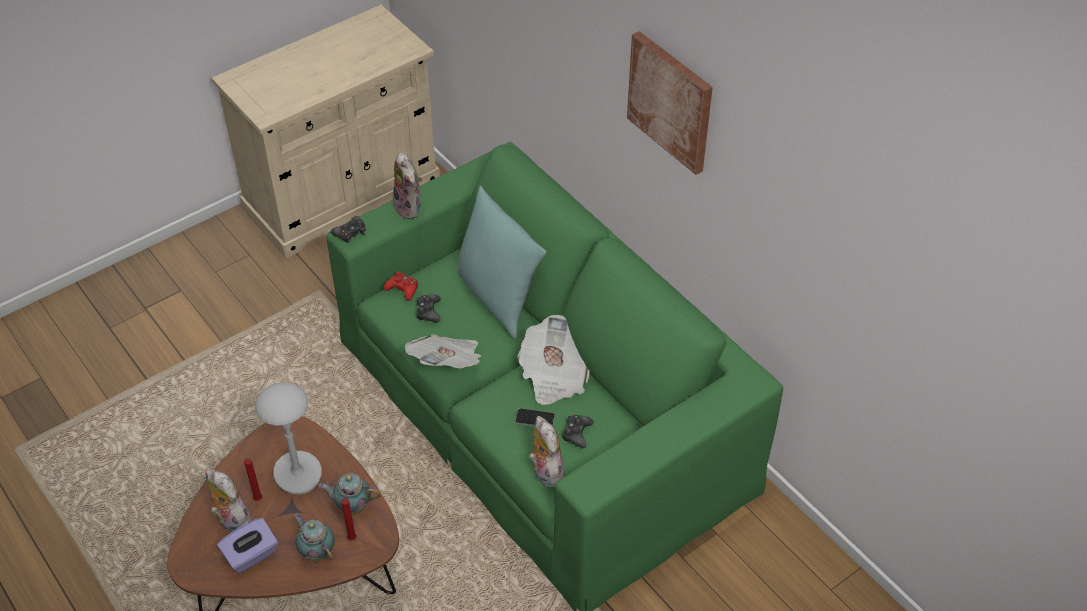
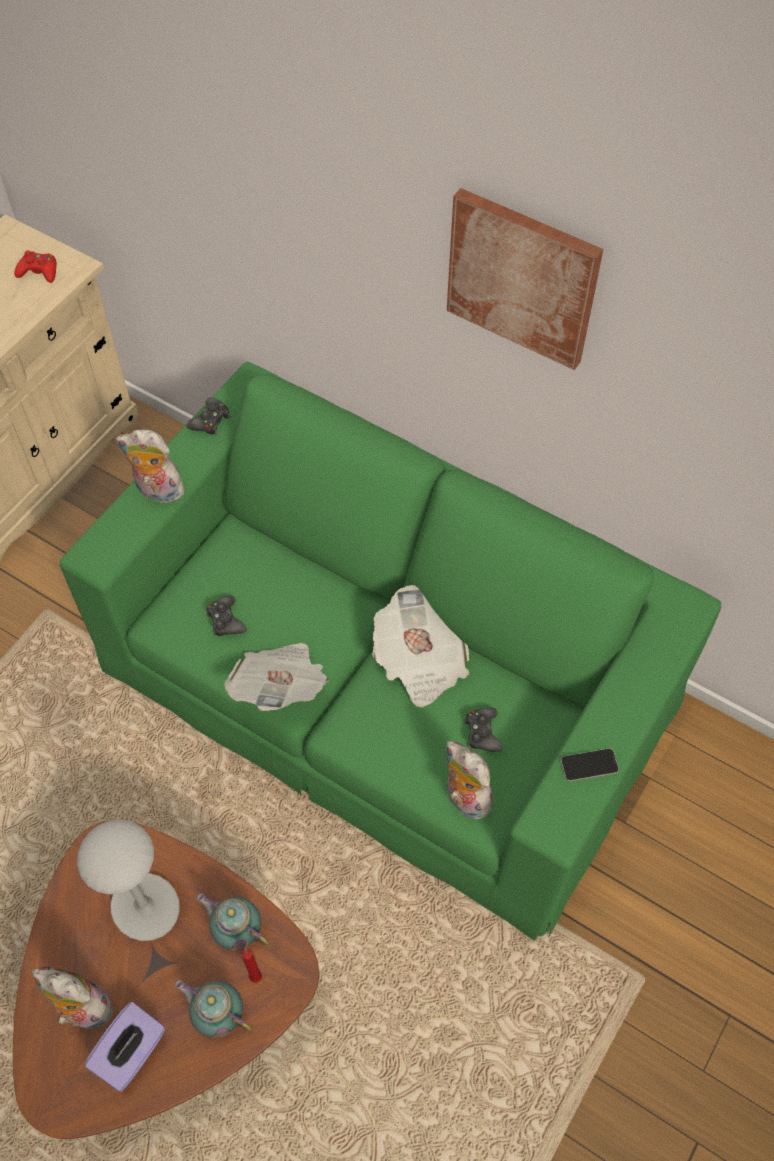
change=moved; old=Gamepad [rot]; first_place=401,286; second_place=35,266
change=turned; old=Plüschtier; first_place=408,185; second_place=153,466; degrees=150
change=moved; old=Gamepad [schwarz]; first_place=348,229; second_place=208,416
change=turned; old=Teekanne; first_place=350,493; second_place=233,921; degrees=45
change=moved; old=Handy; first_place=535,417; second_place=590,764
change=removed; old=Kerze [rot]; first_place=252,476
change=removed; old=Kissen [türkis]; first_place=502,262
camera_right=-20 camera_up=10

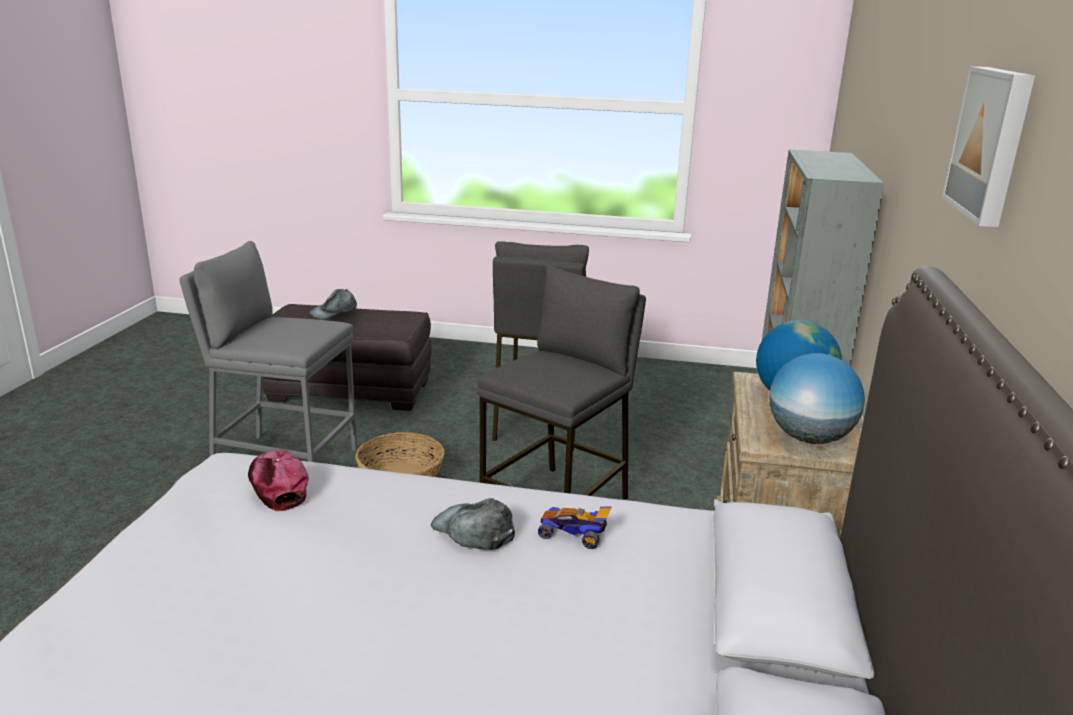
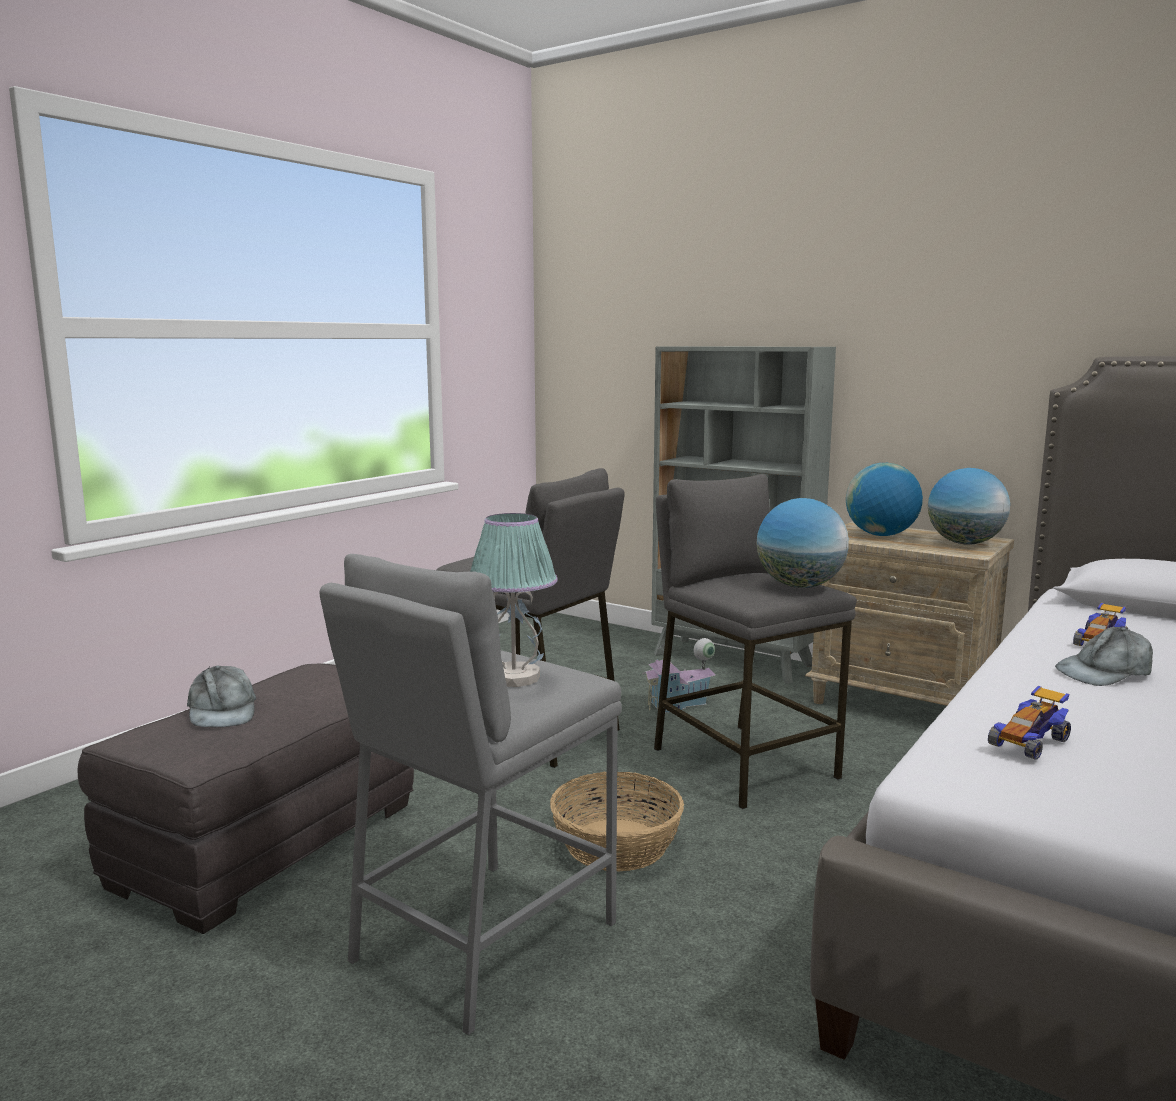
change=added; new=Tischlampe; second_place=514,600
change=added; new=Spielzeughaus; second_place=678,675
change=added; new=Globus; second_place=802,543
change=replaced; old=Kappe; new=Spielzeugauto; first_place=278,480; second_place=1029,723
change=removed; old=Bild; first_place=988,146
camera_right=-65 camera_up=-10

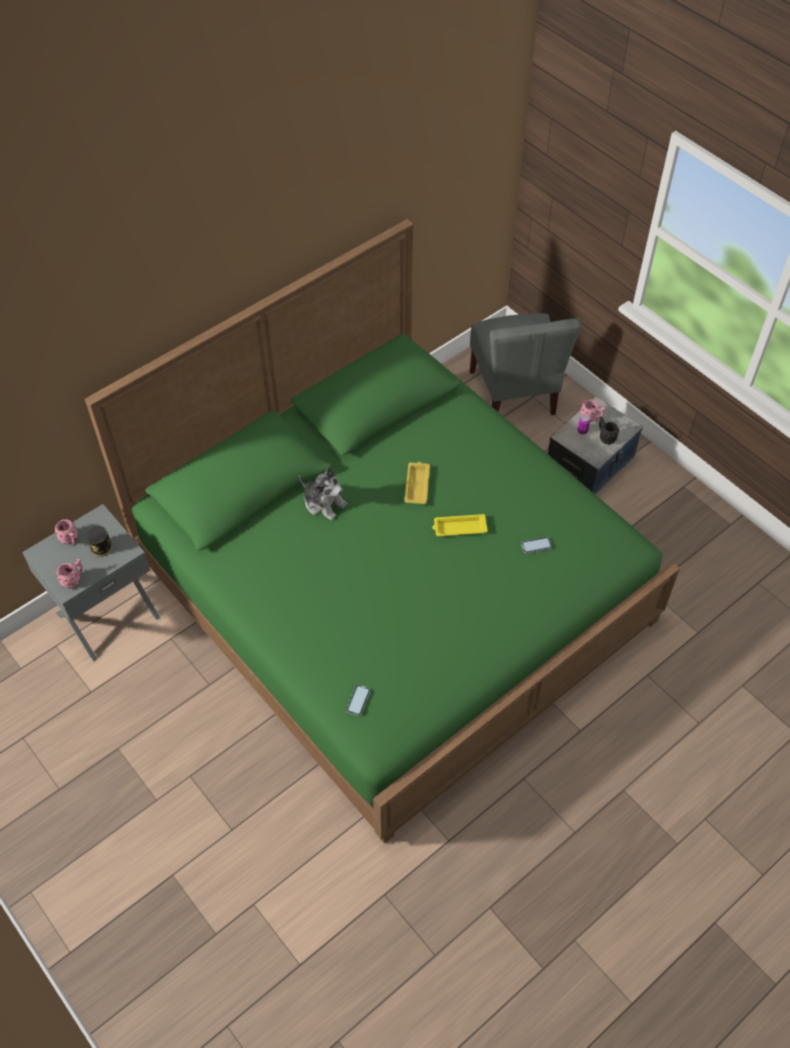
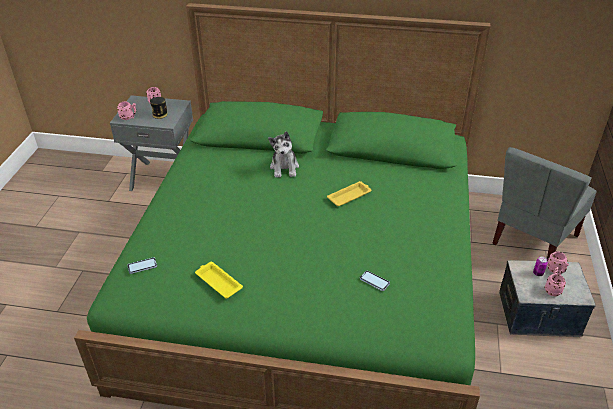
change=moved; old=Tablett [gelb]; first_place=460,525; second_place=219,280
change=recoloured; old=Henkelbecher [schwarz]; new=Henkelbecher [rosa]; first_place=609,430; second_place=555,281
camera_right=50 camera_up=-15

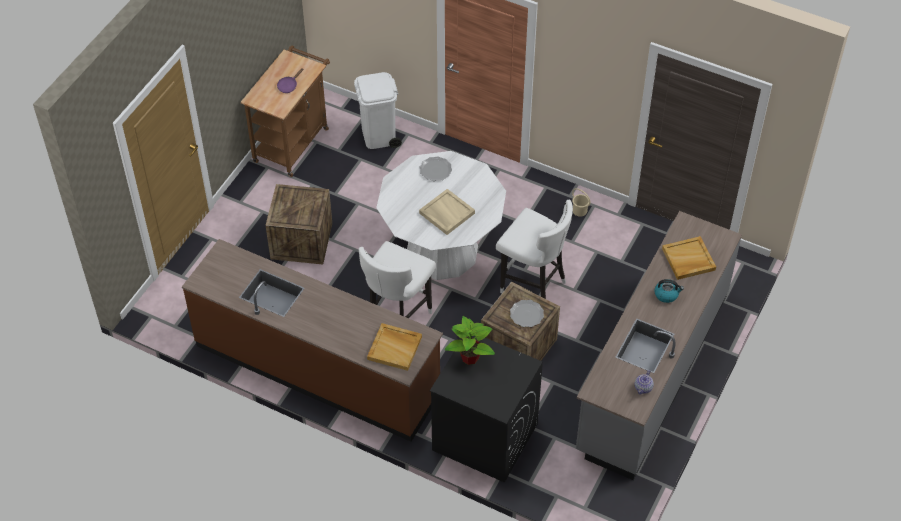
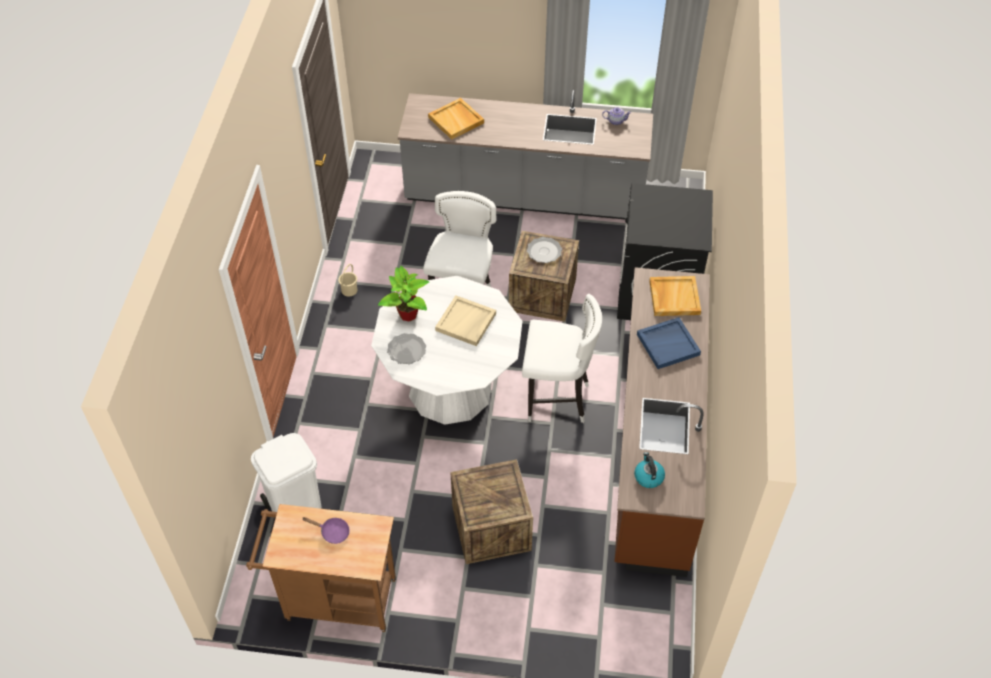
change=moved; old=Topfpflanze; first_place=470,340; second_place=403,294
change=moved; old=Wasserkessel; first_place=669,291; second_place=649,470
change=added; new=Tablett [blau]; second_place=669,343
camera_right=-110 camera_up=0

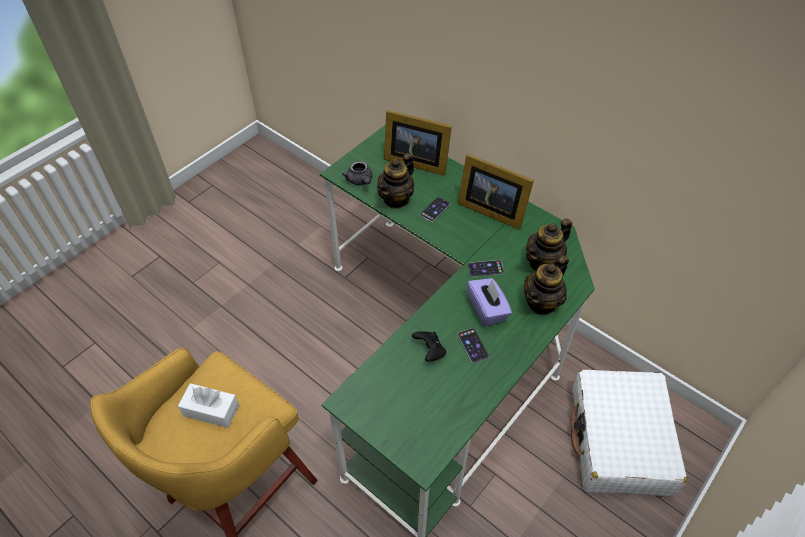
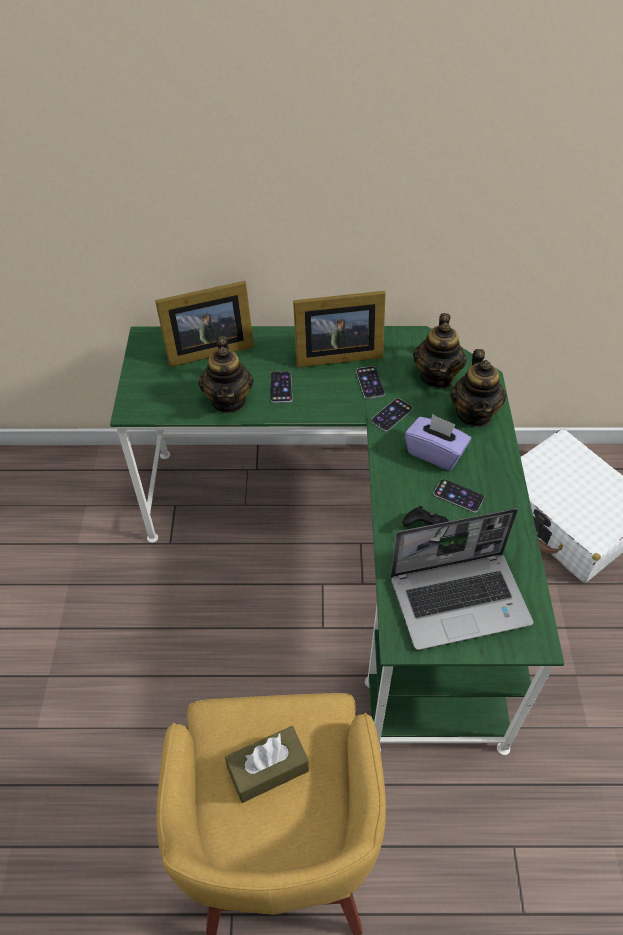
change=recoloured; old=Taschentuchbox [weiß]; new=Taschentuchbox [braun]; first_place=208,405; second_place=267,764
change=added; new=Handy; second_place=370,382
change=added; new=Laptop; second_place=461,579
change=removed; old=Teekanne [grau]; first_place=357,173
camera_right=-40 camera_up=0

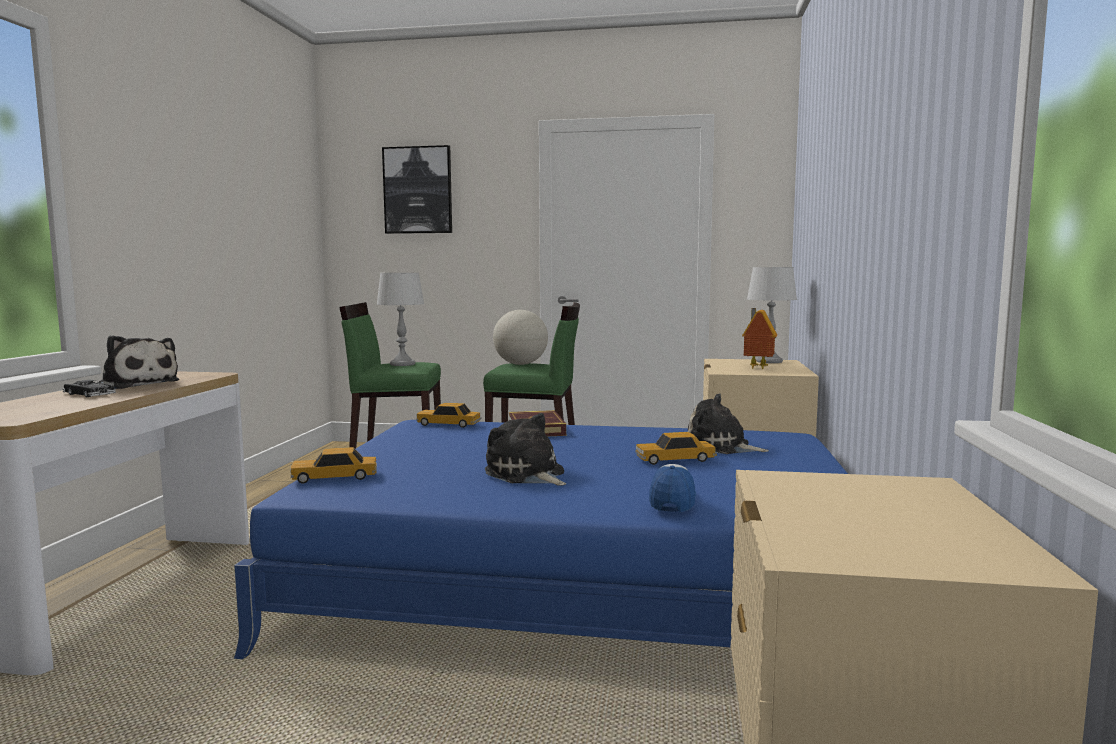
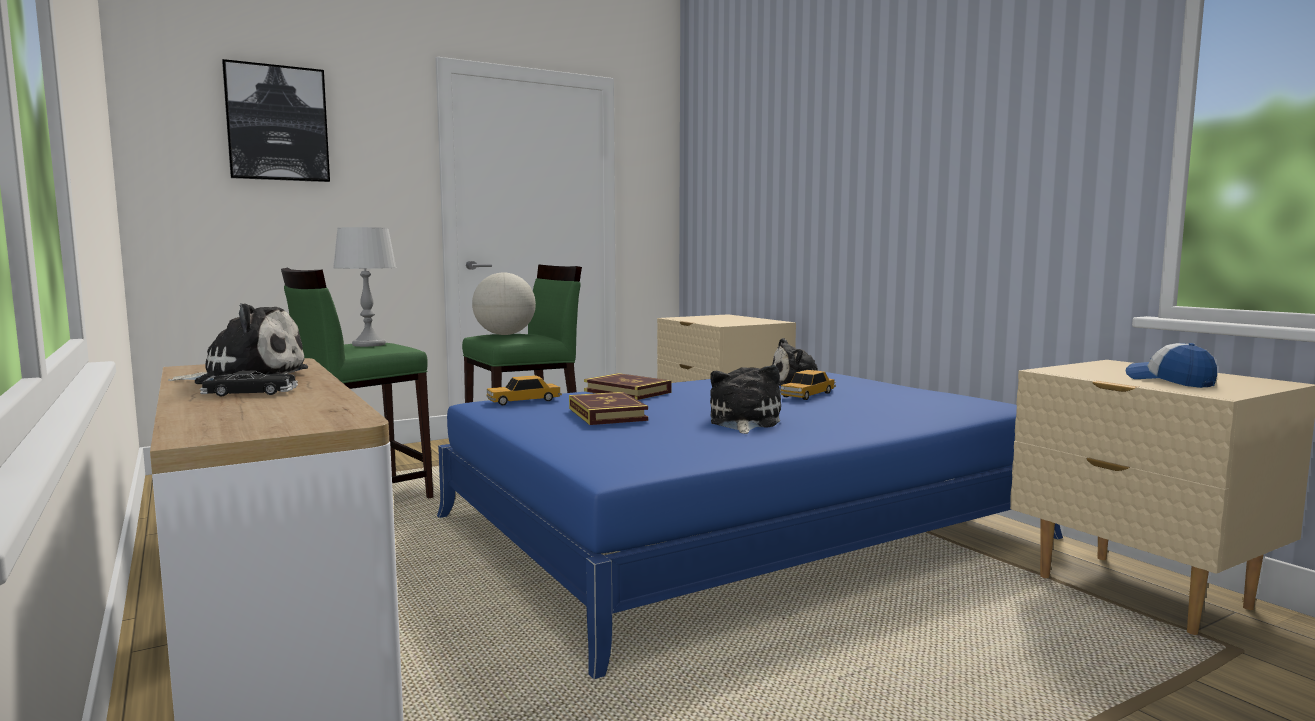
change=added; new=Buch; second_place=608,408
change=turned; old=Plüschtier; first_place=525,449; second_place=745,399; degrees=90
change=moved; old=Kappe; first_place=673,488; second_place=1171,365
change=removed; old=Spielzeugauto; first_place=333,465
change=removed; old=Spielzeughaus; first_place=759,339
change=removed; old=Tischlampe [grau]; first_place=772,315
camera_right=-40 camera_up=0

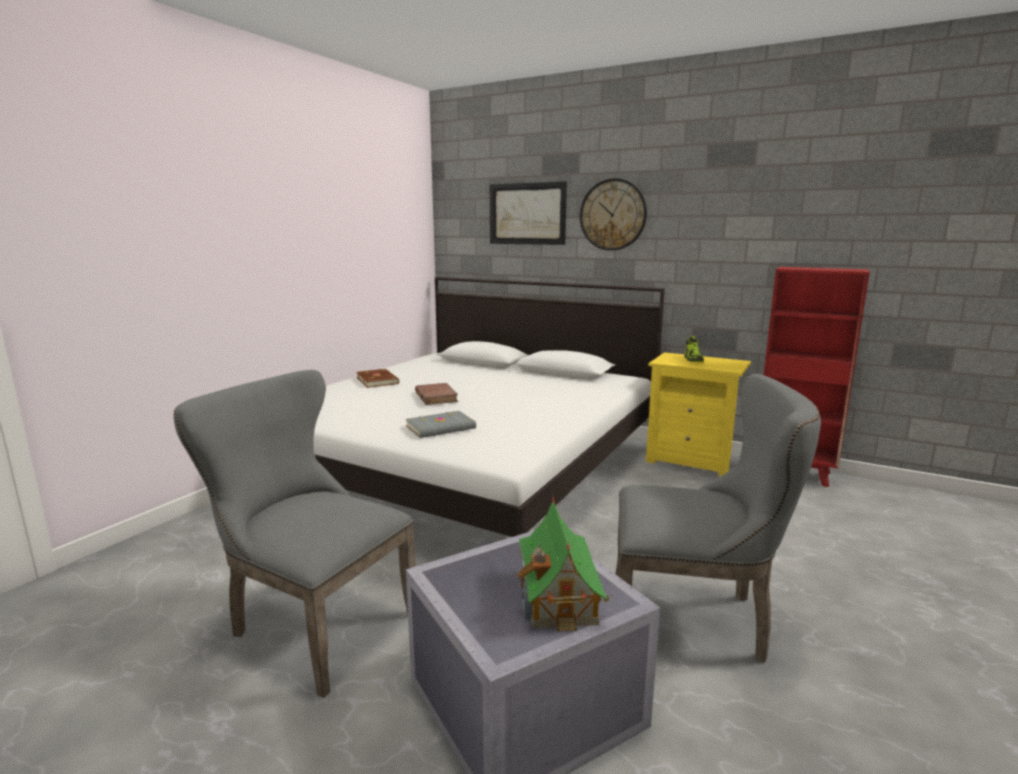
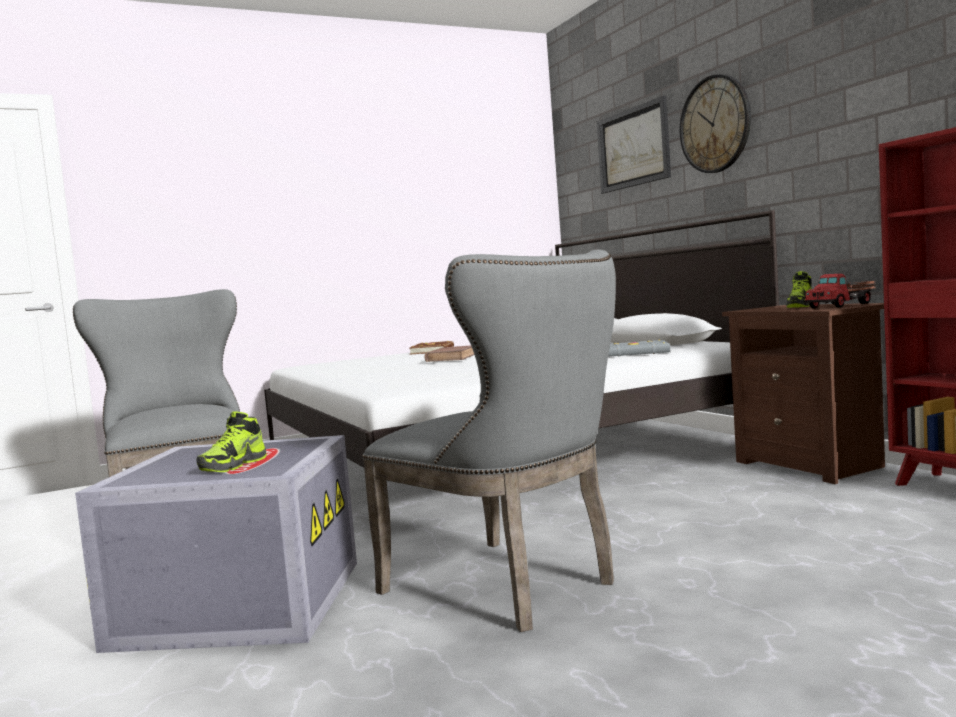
change=replaced; old=Spielzeughaus; new=Schuh; first_place=565,562; second_place=232,441
change=moved; old=Buch [grau]; first_place=441,424; second_place=639,348
change=recoloured; old=Nachttisch [gelb]; new=Nachttisch [braun]; first_place=698,414; second_place=803,393
change=added; new=Spielzeuglaster; second_place=839,291
camera_right=35 camera_up=-10

